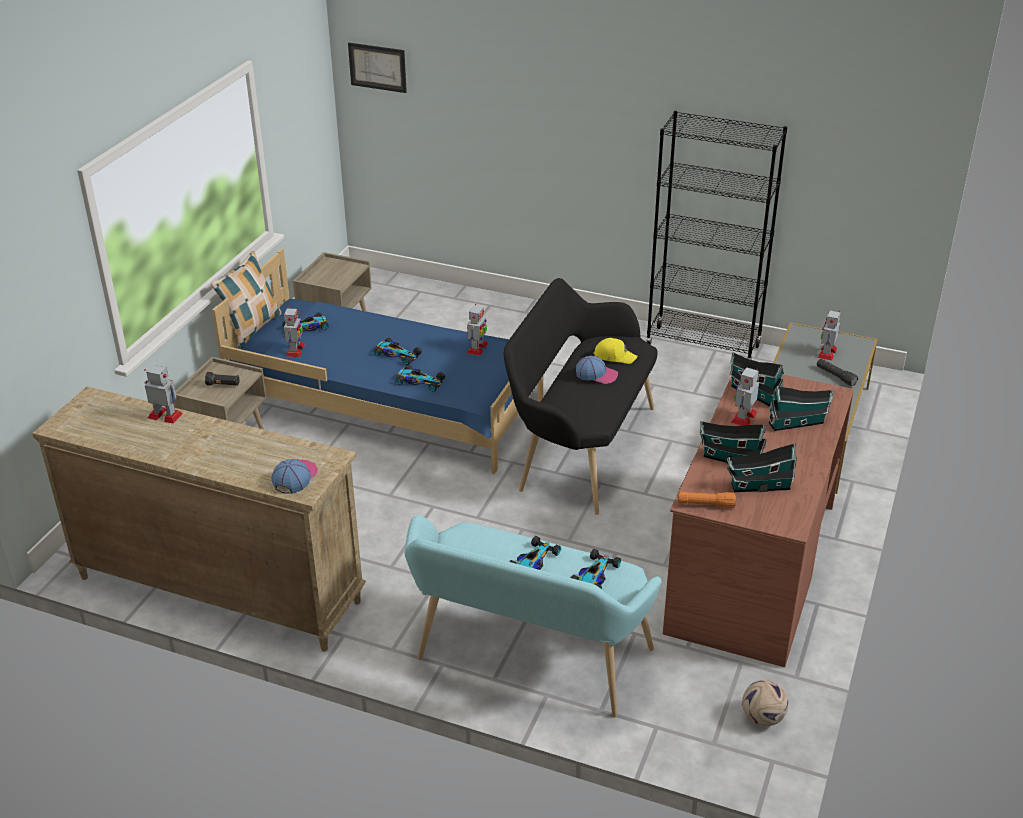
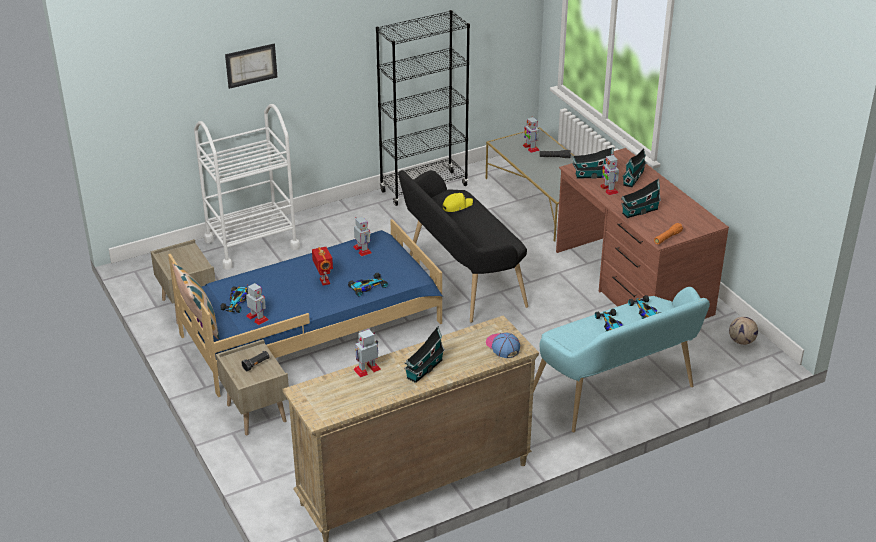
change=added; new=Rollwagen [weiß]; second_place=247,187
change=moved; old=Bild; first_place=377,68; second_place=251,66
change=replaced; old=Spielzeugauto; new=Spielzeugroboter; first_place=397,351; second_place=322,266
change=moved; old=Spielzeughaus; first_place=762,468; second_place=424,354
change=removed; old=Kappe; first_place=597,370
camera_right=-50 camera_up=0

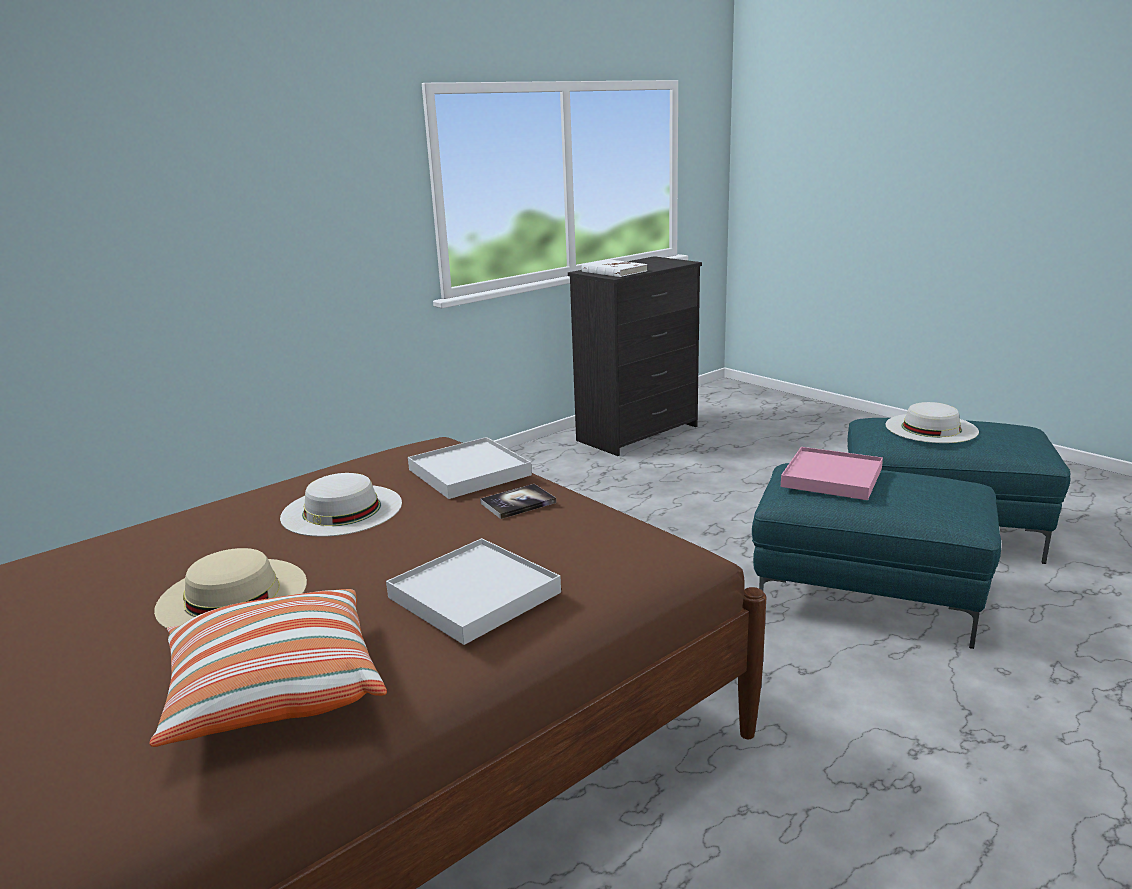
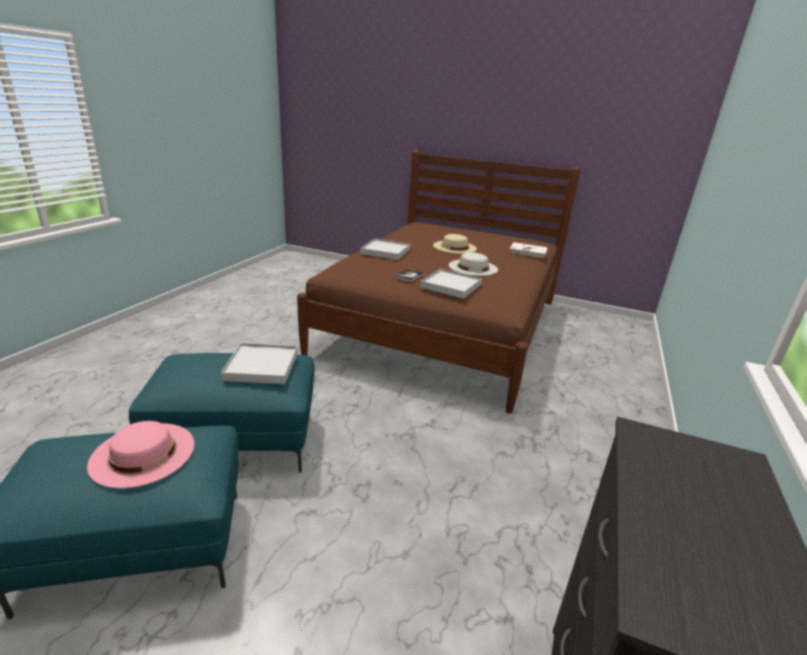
change=recoloured; old=Hut [weiß]; new=Hut [rosa]; first_place=932,422; second_place=140,454
change=recoloured; old=Tablett [rosa]; new=Tablett [weiß]; first_place=832,473; second_place=259,363
change=moved; old=Buch [weiß]; first_place=614,268; second_place=528,250
change=removed; old=Kissen; first_place=268,668
camera_right=150 camera_up=5

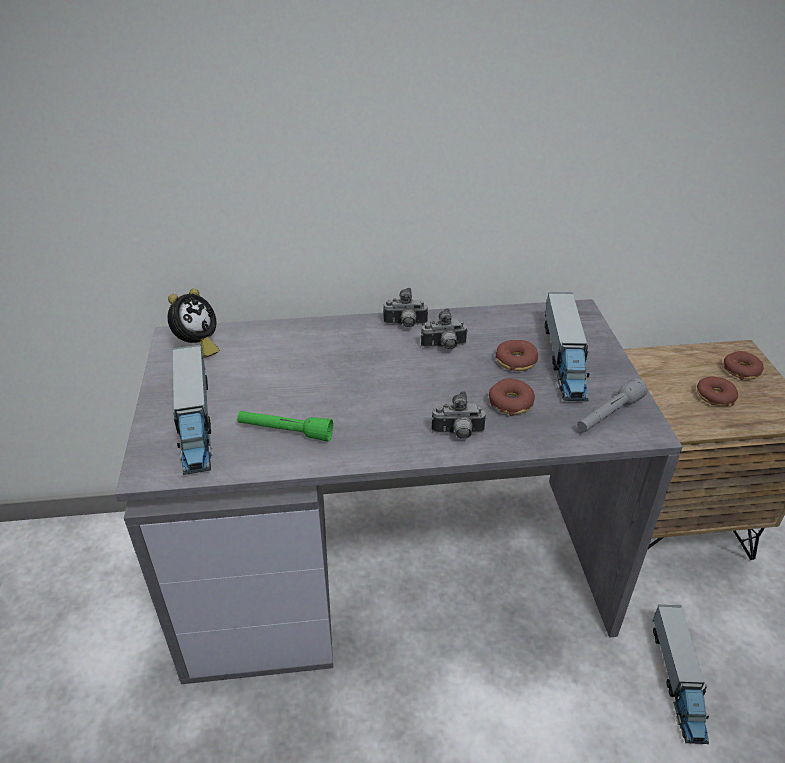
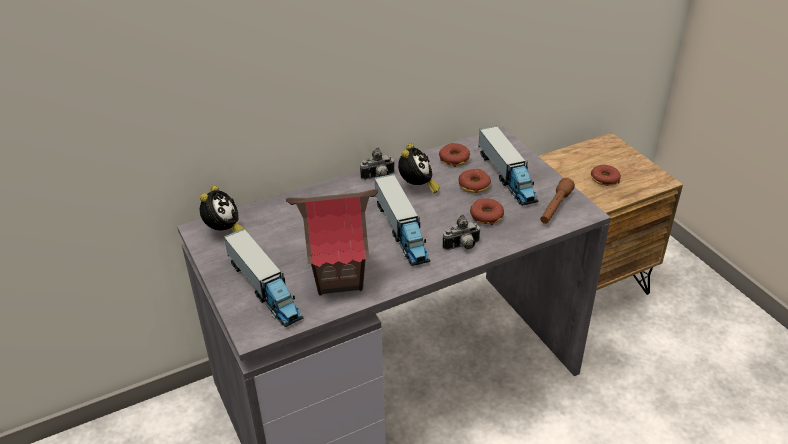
change=replaced; old=Taschenlampe [grün]; new=Spielzeughaus; first_place=285,426; second_place=332,242
change=moved; old=Spielzeuglaster; first_place=681,674; second_place=402,220
change=replaced; old=Kamera; new=Wecker; first_place=444,329; second_place=419,169
change=moved; old=Donut; first_place=744,365; second_place=454,155
change=recoloured; old=Taschenlampe [grau]; new=Taschenlampe [braun]; first_place=612,405; second_place=557,201
camera_right=-20 camera_up=0

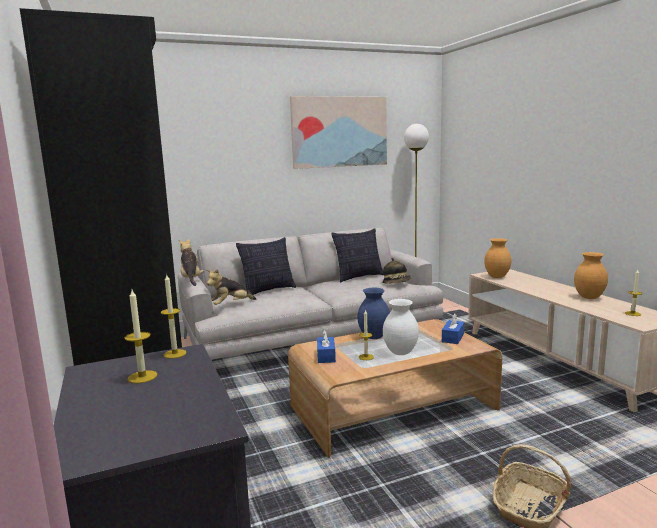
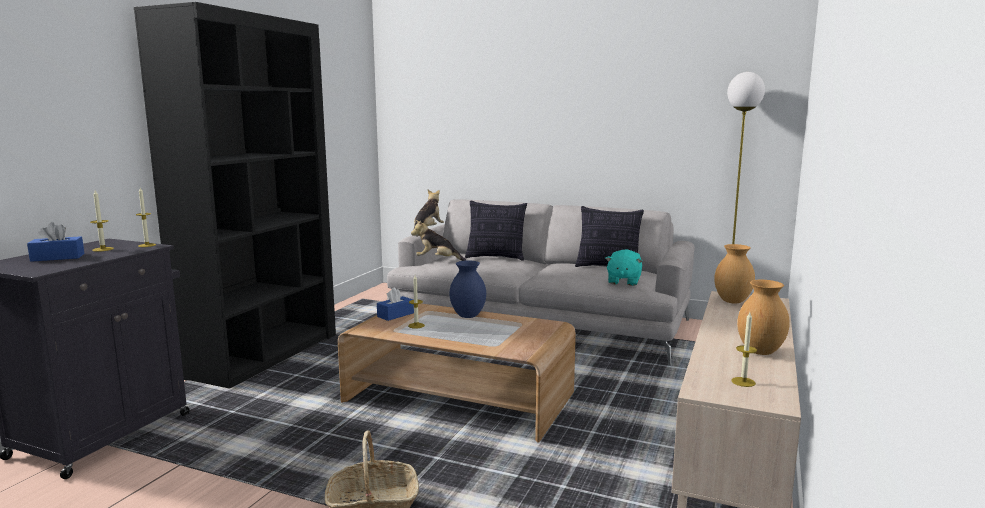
change=moved; old=Taschentuchbox [blau]; first_place=453,329; second_place=55,242
change=replaced; old=Hut; new=Plüschtier [türkis]; first_place=397,271; second_place=623,267
change=removed; old=Bild; first_place=338,132
change=removed; old=Vase [weiß]; first_place=401,327
camera_right=45 camera_up=0

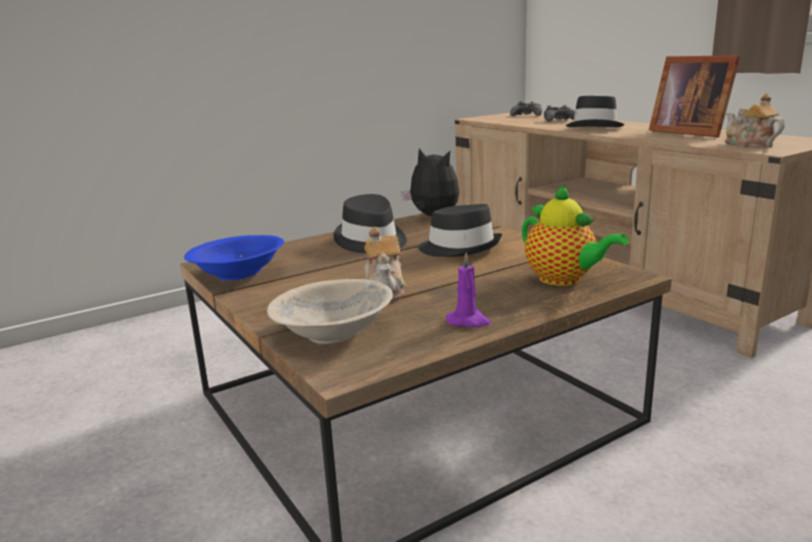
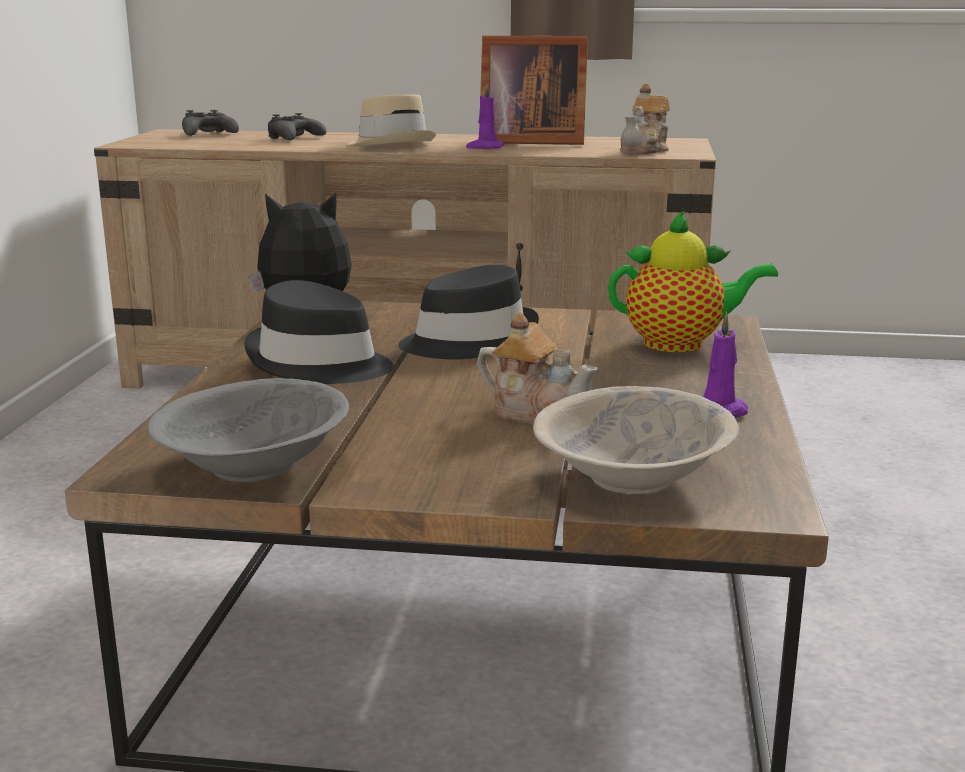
change=recoloured; old=Schüssel [blau]; new=Schüssel [grau]; first_place=234,257; second_place=248,430
change=recoloured; old=Hut [schwarz]; new=Hut [beige]; first_place=595,111; second_place=391,120
change=added; new=Kerze [lila]; second_place=485,116
change=turned; old=Teekanne; first_place=755,120; second_place=645,119; degrees=-75
camera_right=-50 camera_up=0

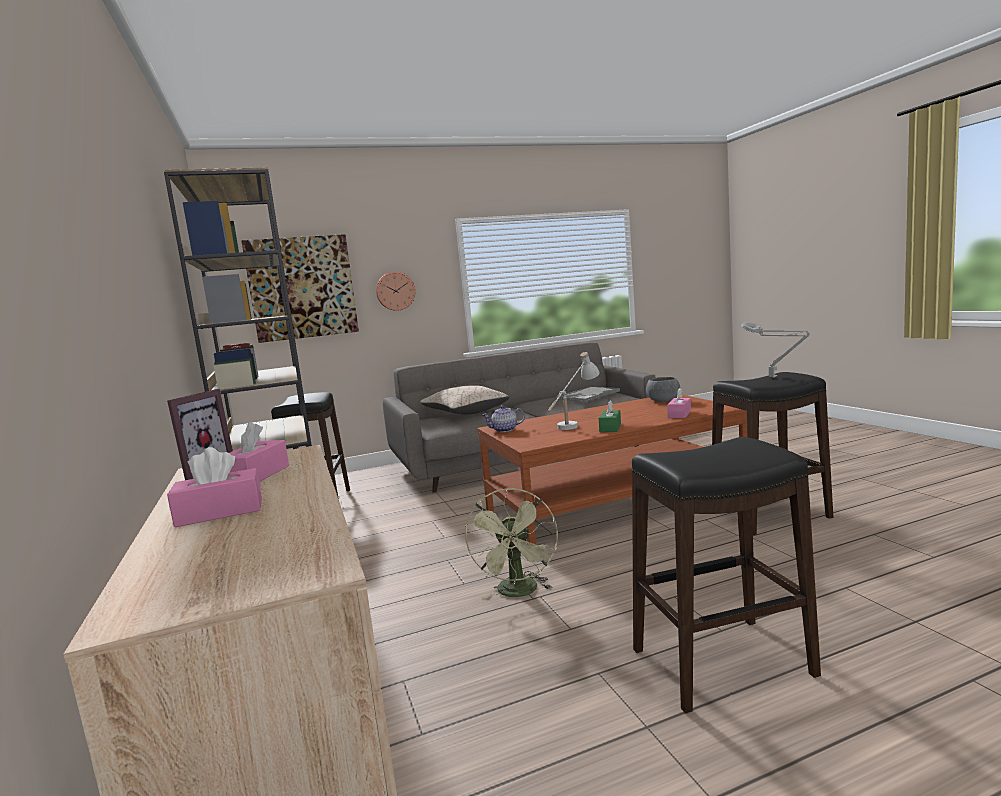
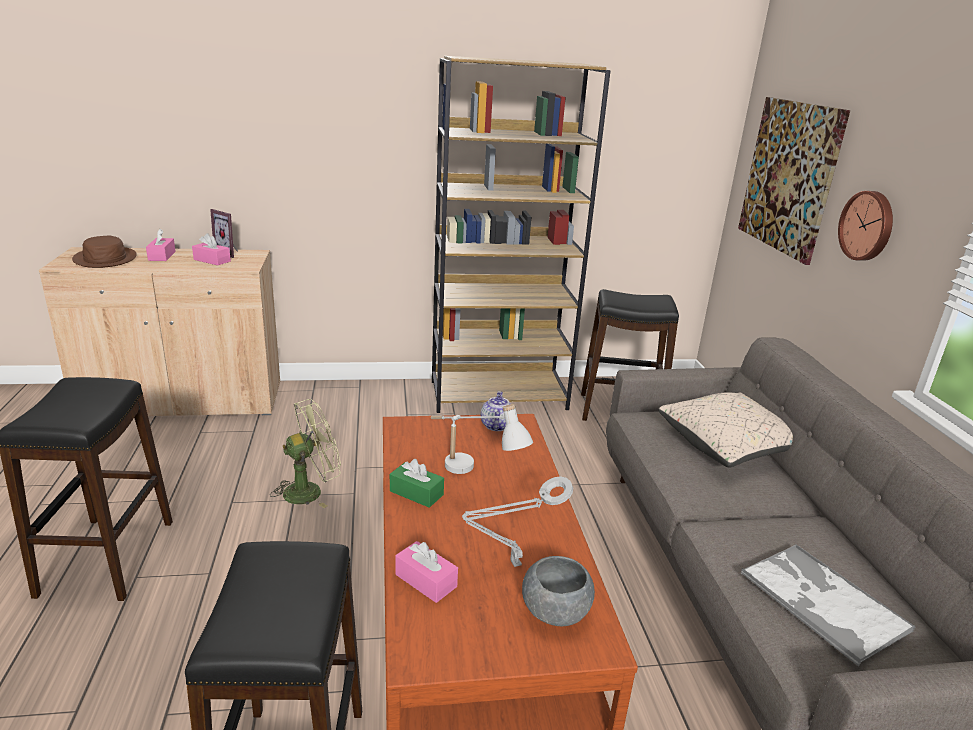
change=added; new=Hut [braun]; second_place=104,252
change=turned; old=Ventilator [grün]; first_place=511,543; second_place=305,453; degrees=135
change=moved; old=Tischlampe [grau]; first_place=775,349; second_place=517,521
camera_right=100 camera_up=15

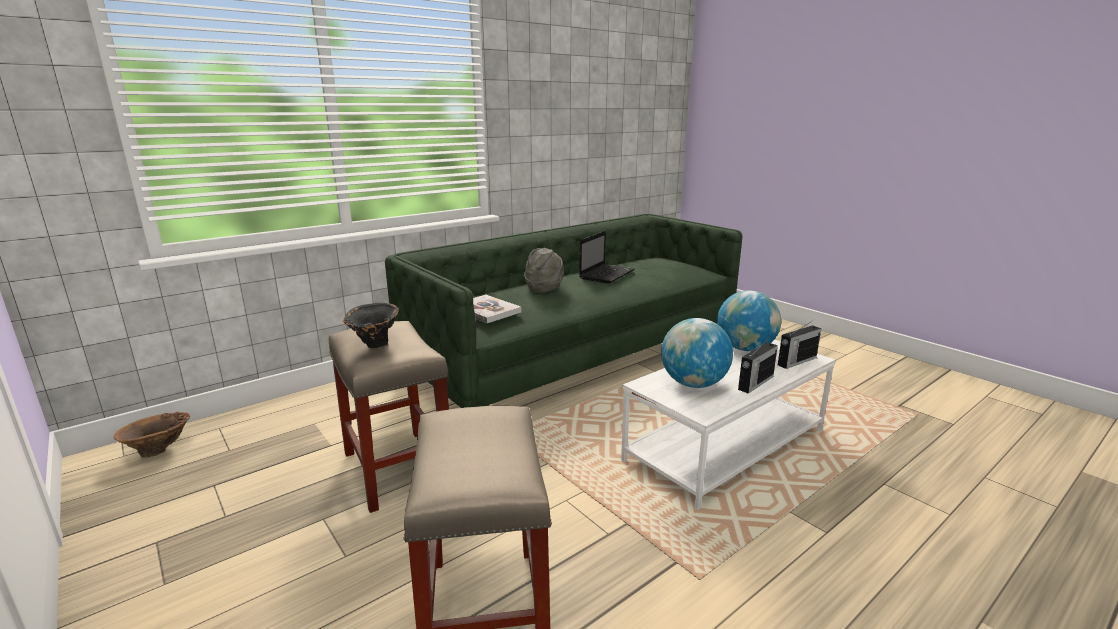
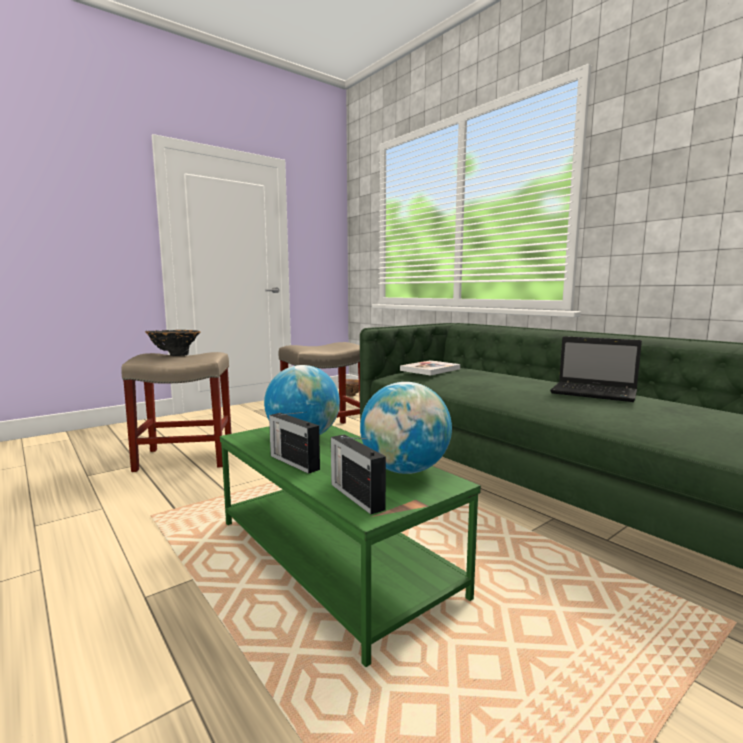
change=moved; old=Vase [schwarz]; first_place=371,325; second_place=172,343
change=recoloured; old=Couchtisch [weiß]; new=Couchtisch [grün]; first_place=728,425; second_place=350,546
change=removed; old=Hut [grau]; first_place=544,270
camera_right=90 camera_up=-10

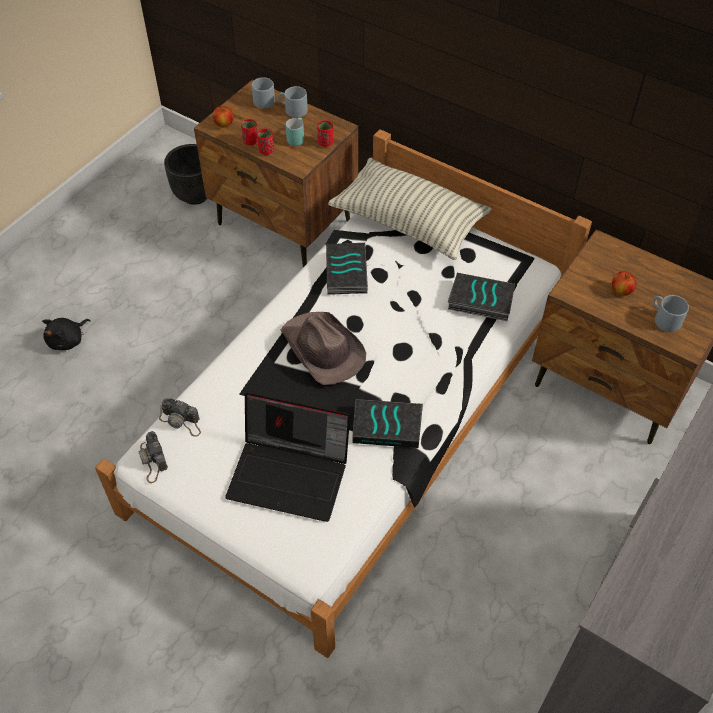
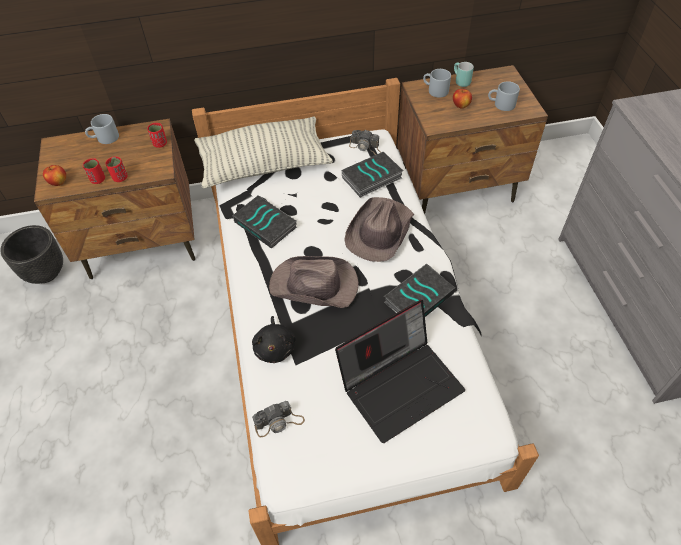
change=moved; old=Plüschtier [schwarz]; first_place=66,334; second_place=274,339
change=added; new=Hut [braun]; second_place=379,229
change=moved; old=Kamera; first_place=153,457; second_place=365,142
change=moved; old=Henkelbecher [grau]; first_place=263,93; second_place=437,83
change=moved; old=Henkelbecher [türkis]; first_place=295,131; second_place=464,74
camera_right=-45 camera_up=0

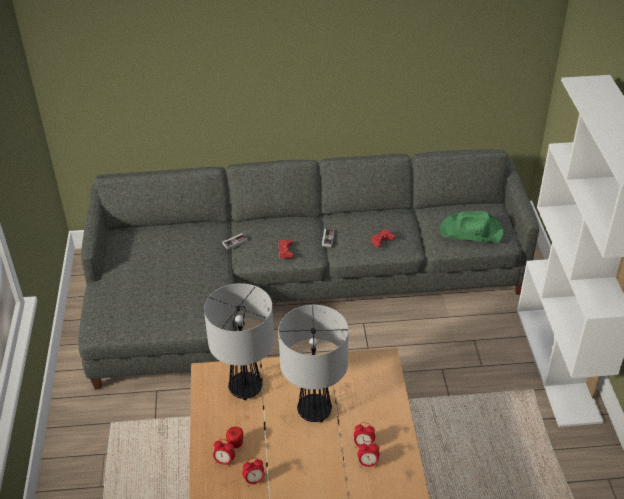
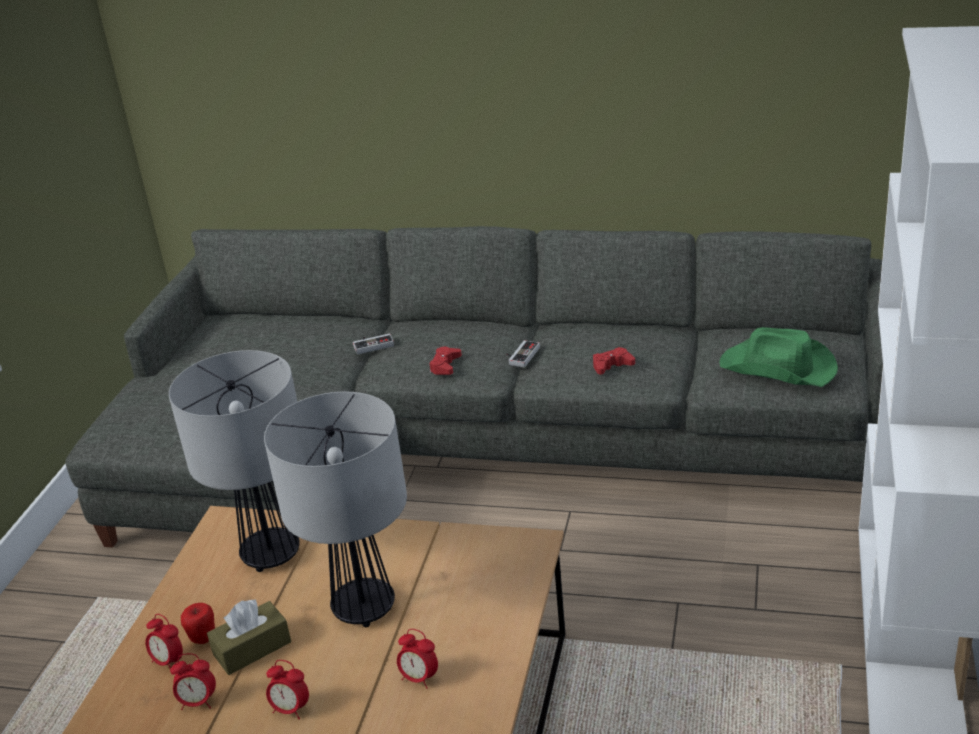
change=added; new=Taschentuchbox [braun]; second_place=249,637
change=moved; old=Wecker; first_place=369,454; second_place=287,689
camera_right=20 camera_up=-10

